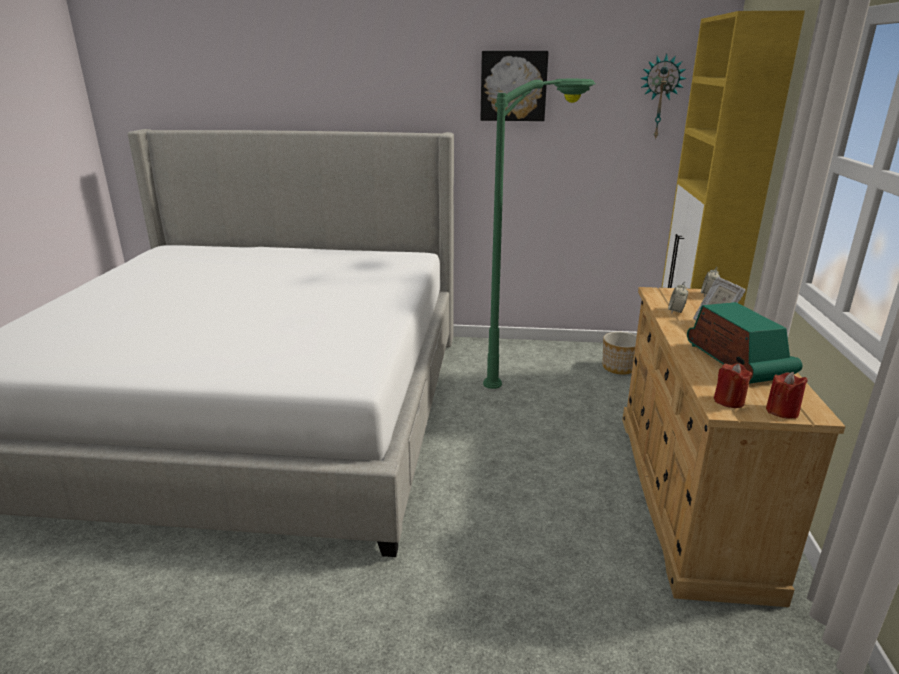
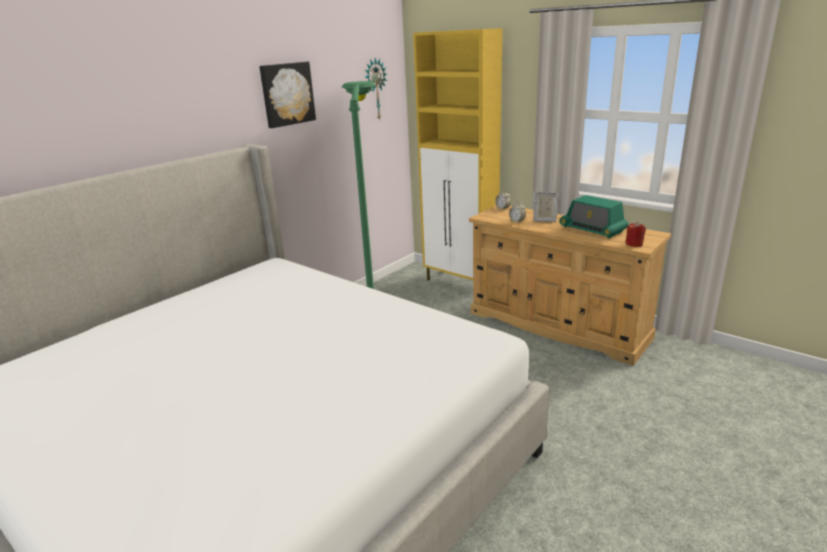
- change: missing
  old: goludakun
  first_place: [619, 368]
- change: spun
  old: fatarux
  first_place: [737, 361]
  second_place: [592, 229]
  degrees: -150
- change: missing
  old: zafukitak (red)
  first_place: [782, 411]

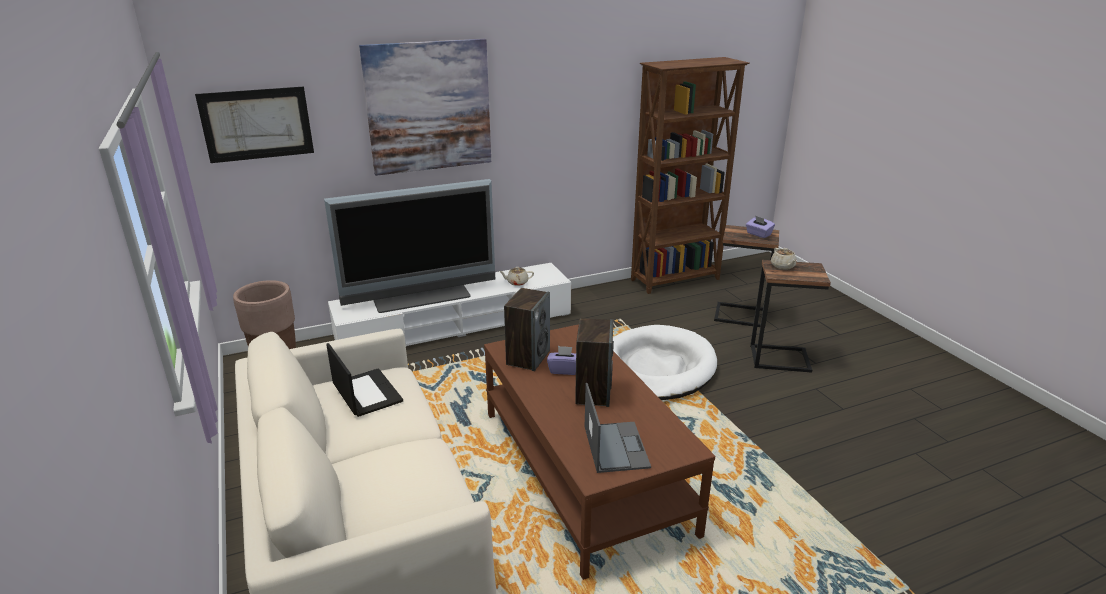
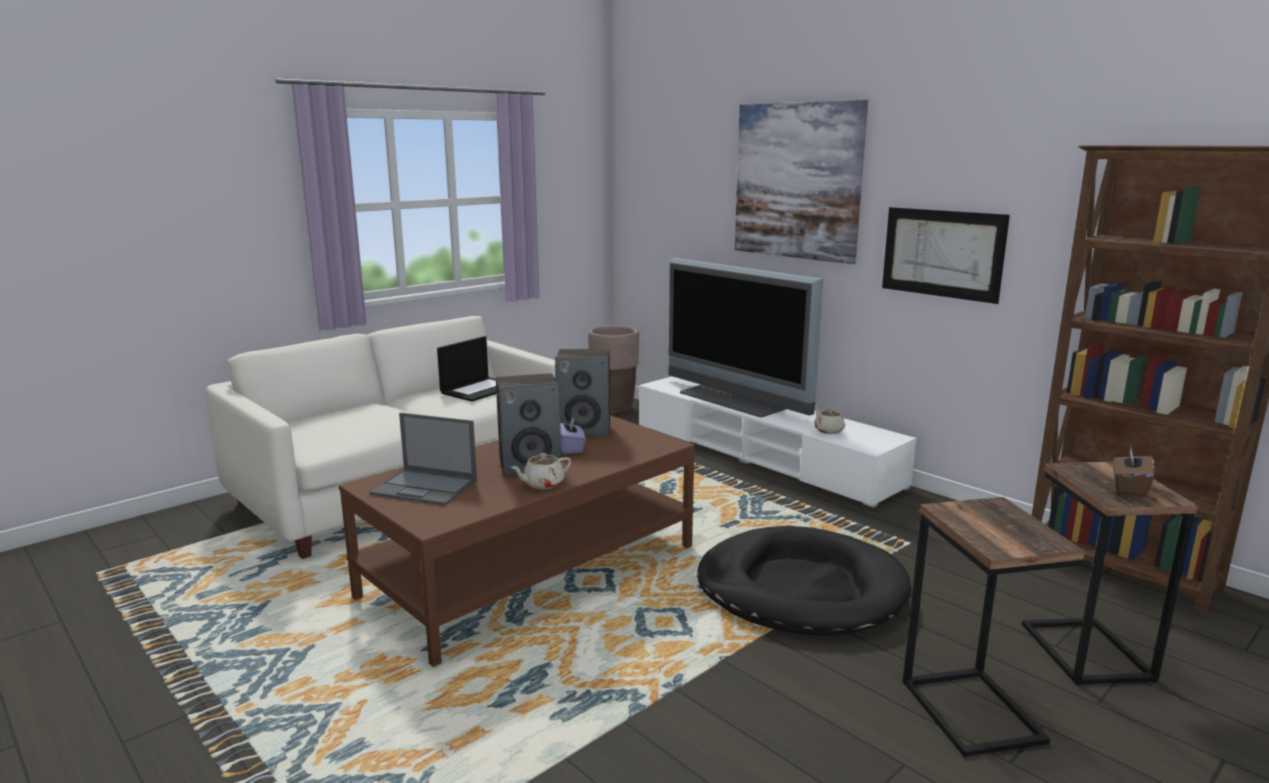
- change: relocated
  old: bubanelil
  first_place: [257, 124]
  second_place: [942, 253]
- change: spun
  old: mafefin
  first_place: [615, 446]
  second_place: [426, 487]
  degrees: 45
- change: colour
  old: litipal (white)
  new: litipal (black)
  first_place: [656, 368]
  second_place: [800, 588]
- change: colour
  old: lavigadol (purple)
  new: lavigadol (brown)
  first_place: [758, 234]
  second_place: [1129, 488]
- change: relocated
  old: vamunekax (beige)
  first_place: [783, 266]
  second_place: [542, 484]

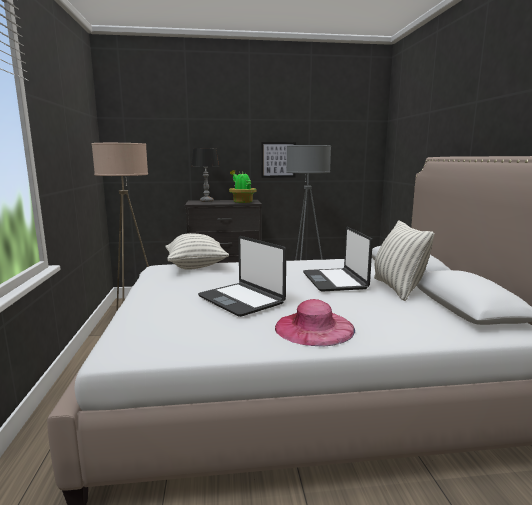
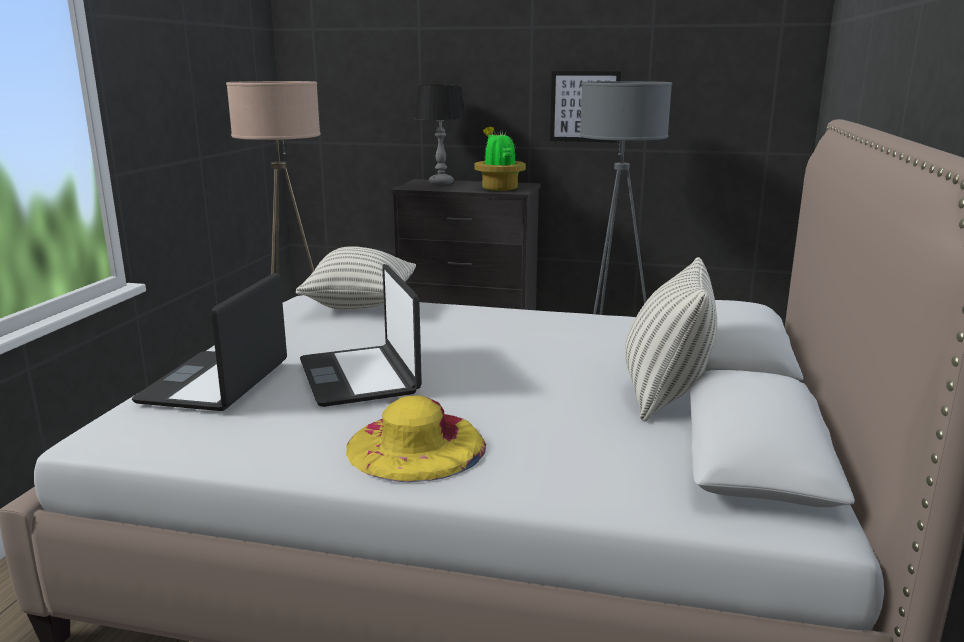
- change: colour
  old: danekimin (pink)
  new: danekimin (yellow)
  first_place: [314, 328]
  second_place: [416, 446]
- change: relocated
  old: mafefin
  first_place: [335, 281]
  second_place: [217, 383]

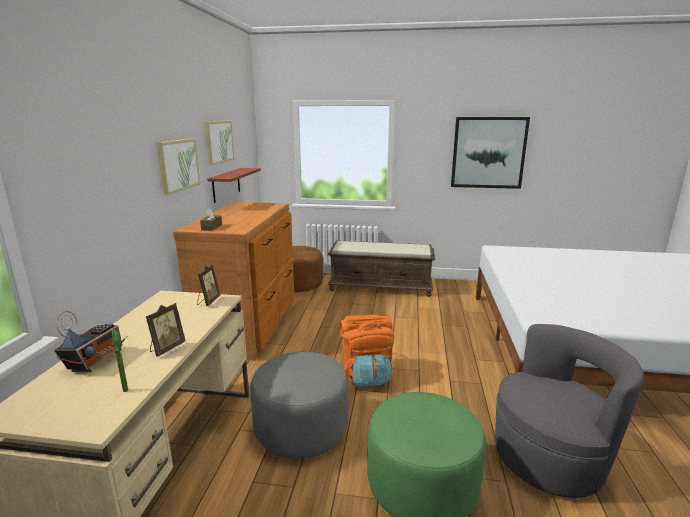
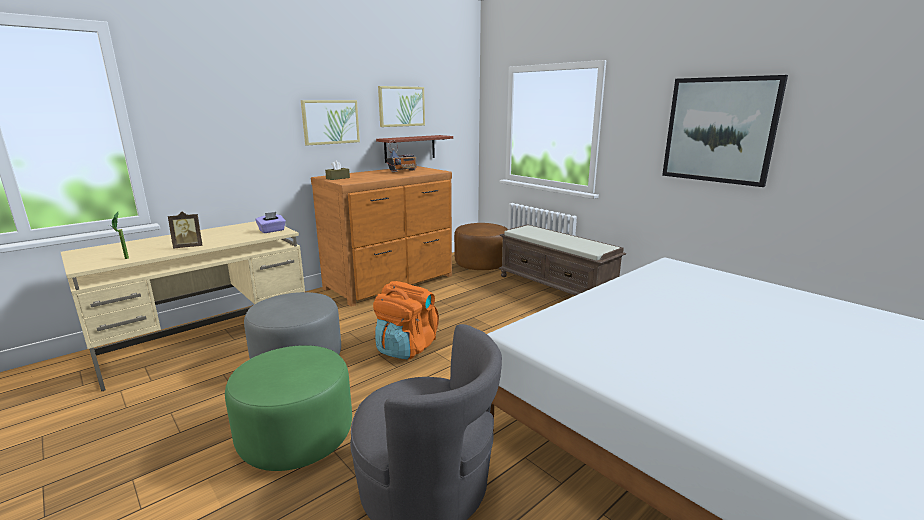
- change: relocated
  old: fatarux
  first_place: [95, 361]
  second_place: [402, 171]
- change: exchanged
  old: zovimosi
  new: lavigadol (purple)
  first_place: [208, 301]
  second_place: [272, 230]

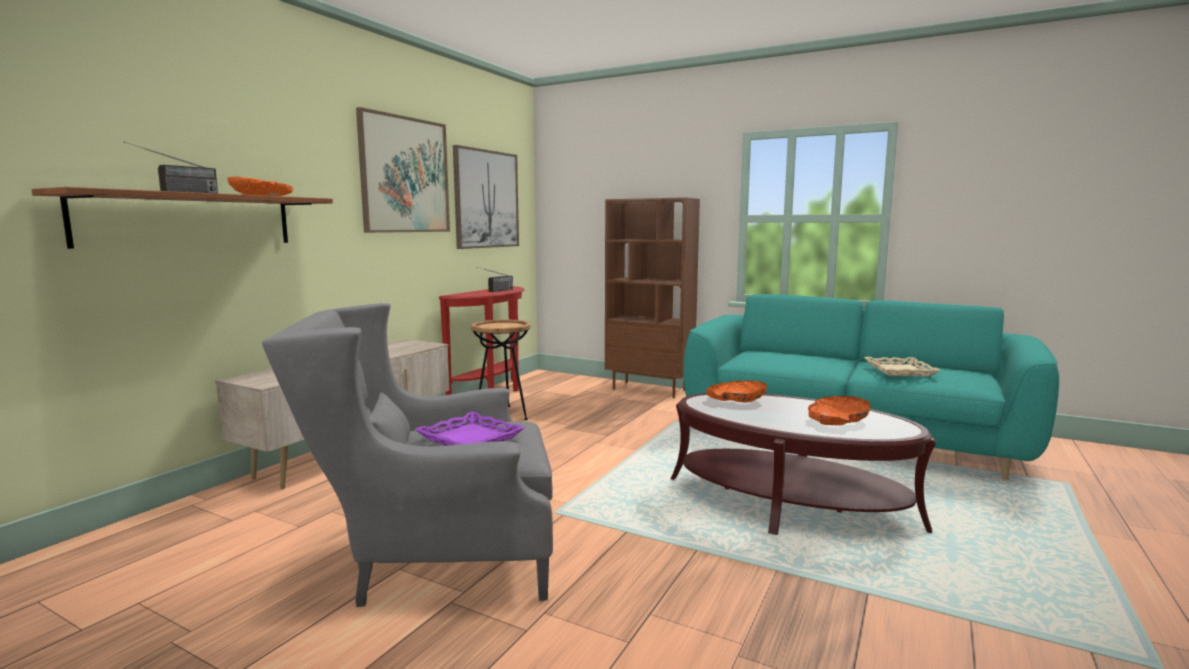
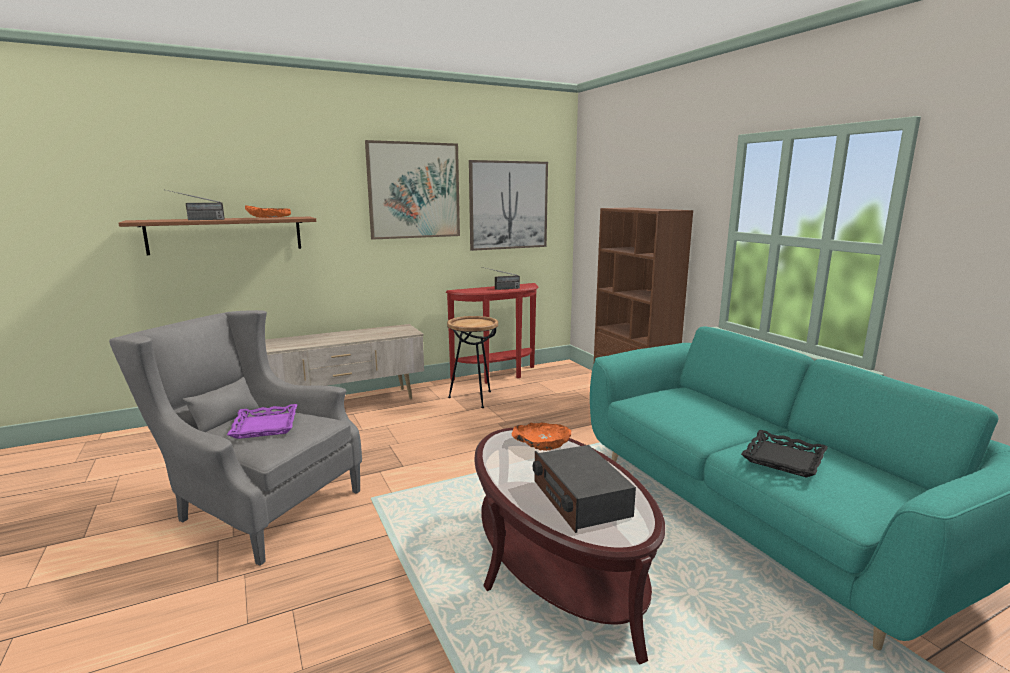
- change: exchanged
  old: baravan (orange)
  new: fatarux
  first_place: [837, 420]
  second_place: [580, 499]
- change: colour
  old: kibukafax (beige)
  new: kibukafax (black)
  first_place: [900, 371]
  second_place: [784, 459]

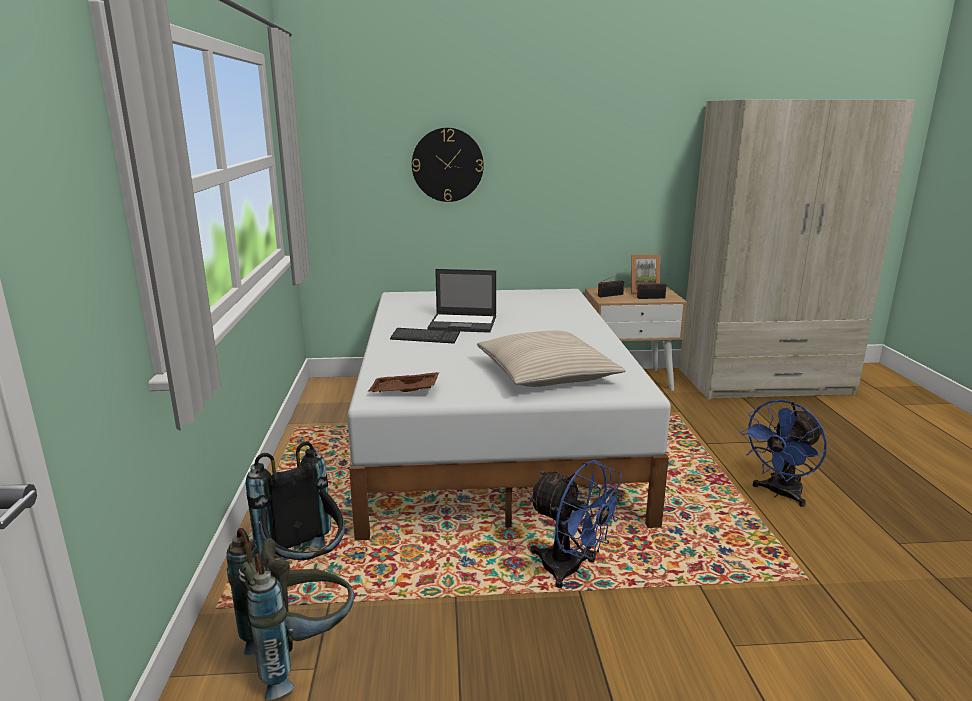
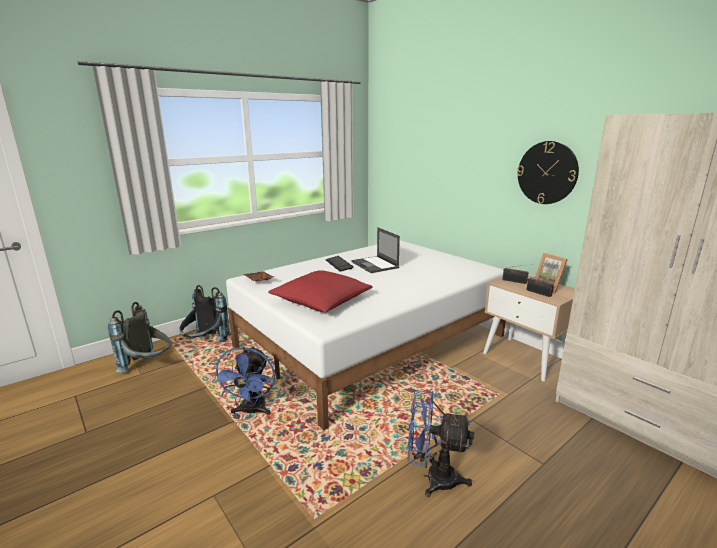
- change: relocated
  old: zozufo
  first_place: [447, 165]
  second_place: [547, 173]
- change: colour
  old: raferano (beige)
  new: raferano (red)
  first_place: [546, 373]
  second_place: [322, 300]

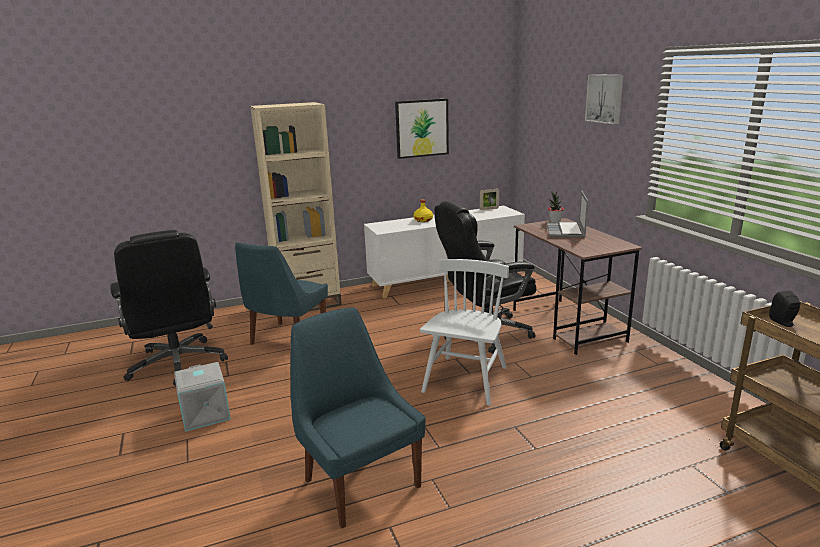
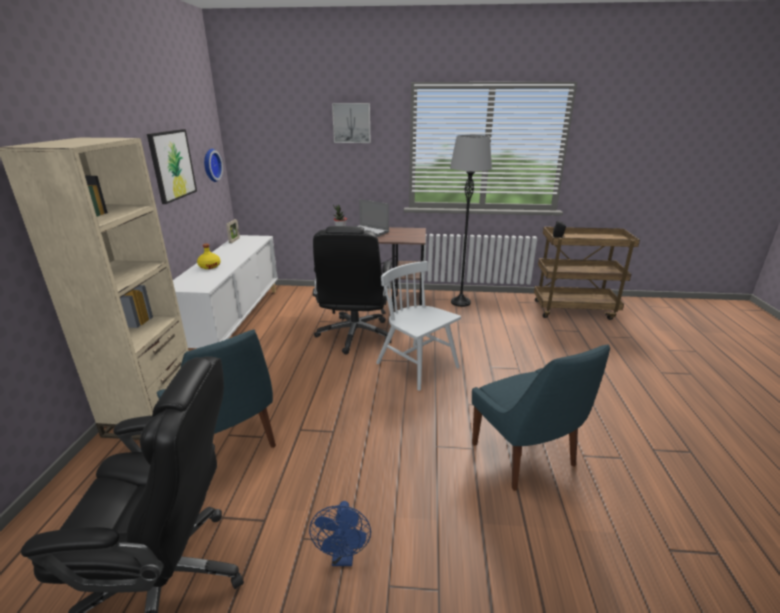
- change: exchanged
  old: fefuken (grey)
  new: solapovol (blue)
  first_place: [206, 414]
  second_place: [343, 556]
- change: spun
  old: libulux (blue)
  first_place: [359, 481]
  second_place: [525, 457]
  degrees: -105
- change: appeared
  new: zozufo
  second_place: [210, 165]
- change: appeared
  new: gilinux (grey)
  second_place: [460, 302]

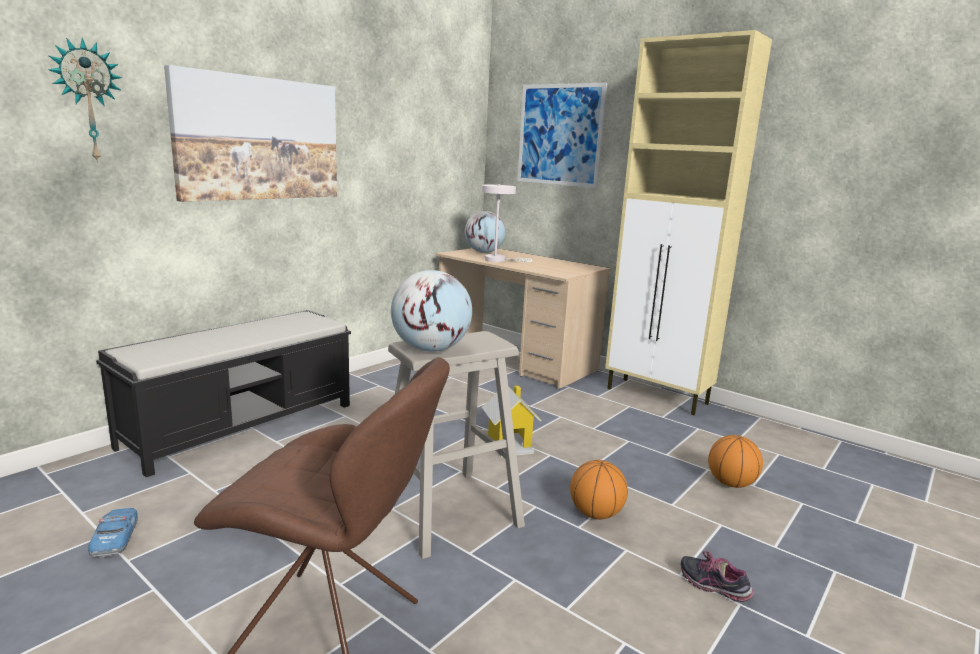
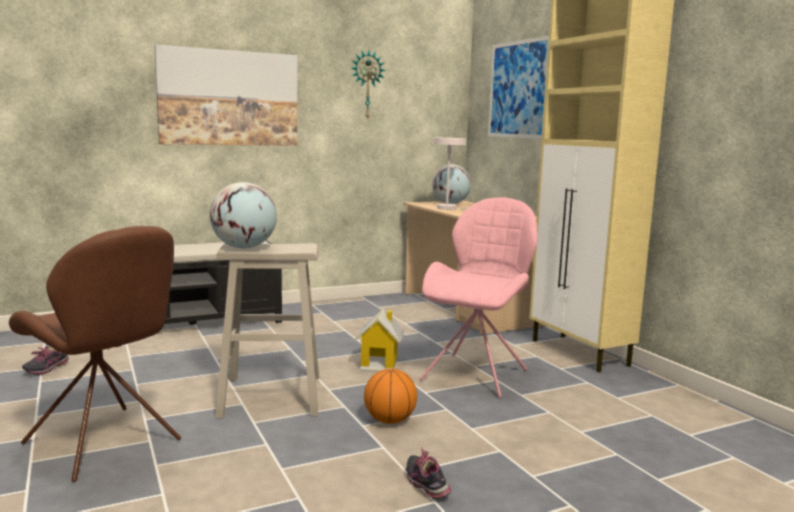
- change: relocated
  old: zozufo
  first_place: [87, 101]
  second_place: [366, 85]
- change: exchanged
  old: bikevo
  new: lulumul
  first_place: [115, 538]
  second_place: [46, 369]
- change: missing
  old: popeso
  first_place: [731, 483]
- change: appeared
  new: libulux (pink)
  second_place: [476, 373]

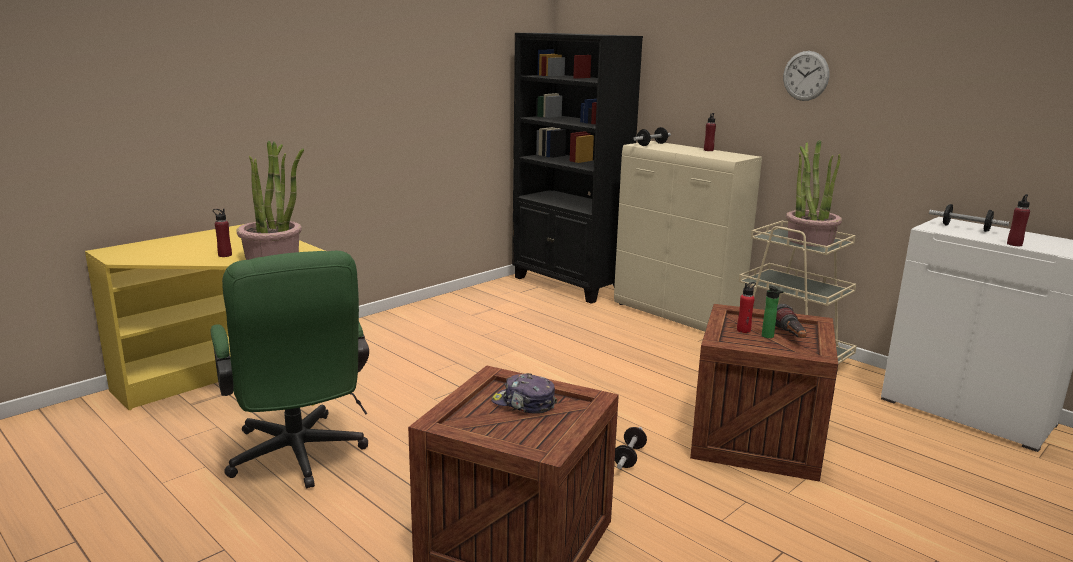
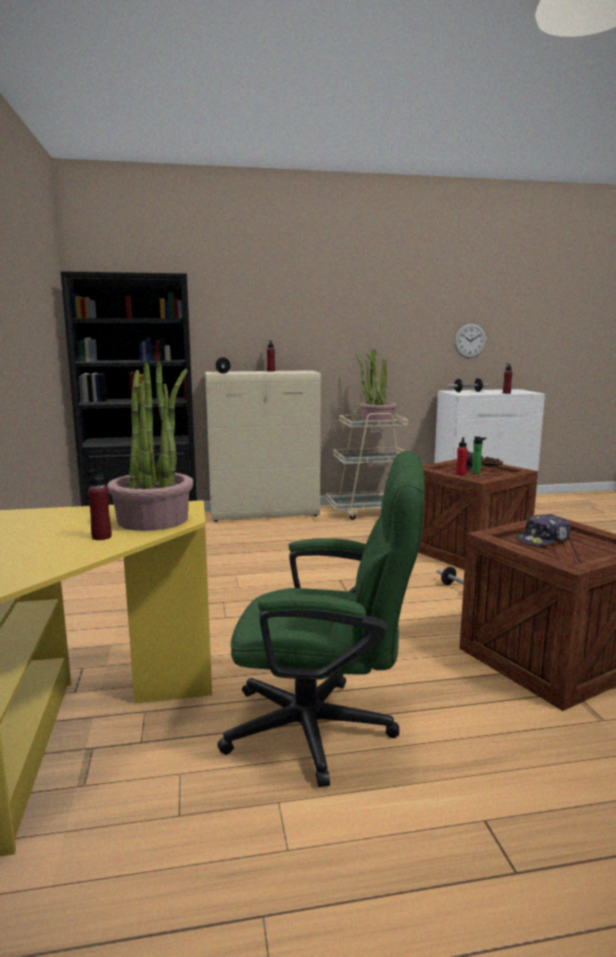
- change: relocated
  old: zozufo
  first_place: [806, 76]
  second_place: [470, 341]

